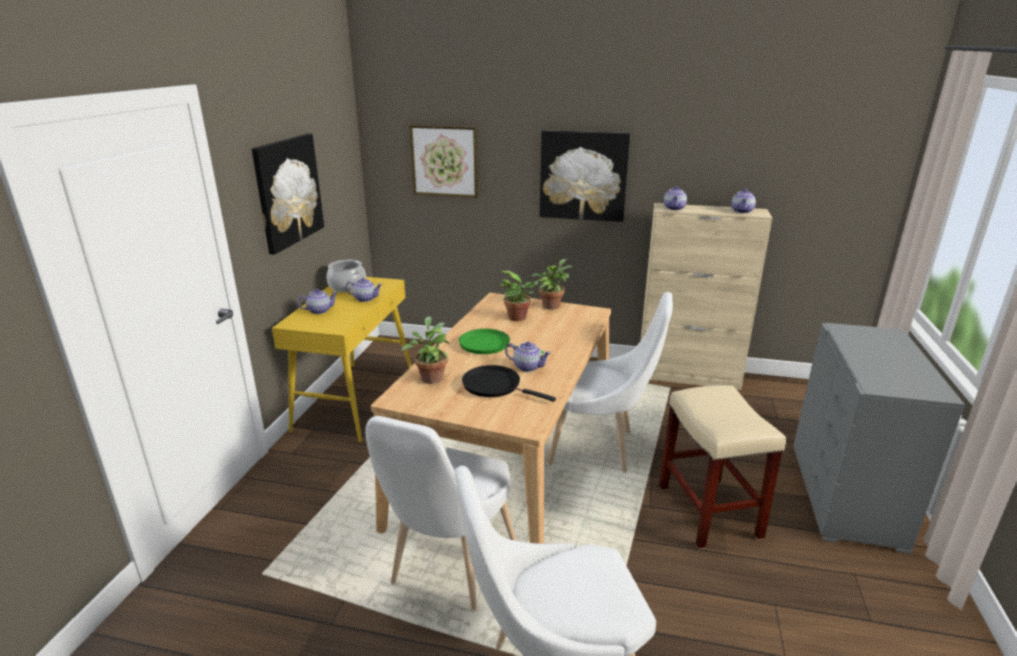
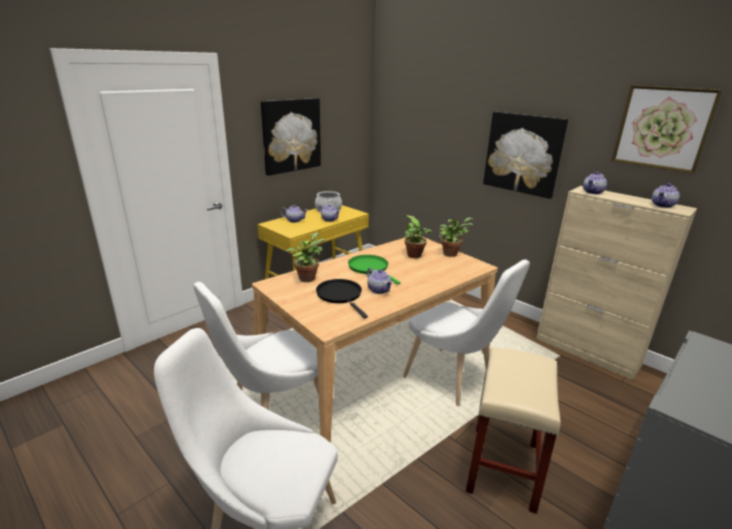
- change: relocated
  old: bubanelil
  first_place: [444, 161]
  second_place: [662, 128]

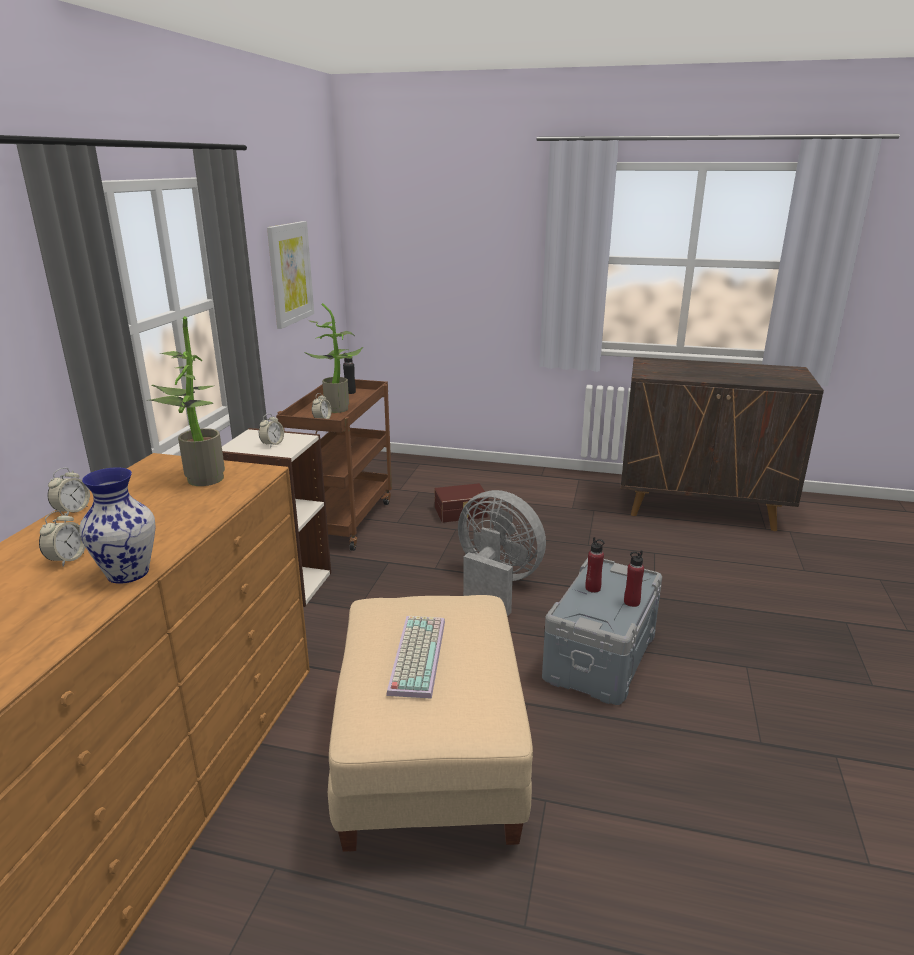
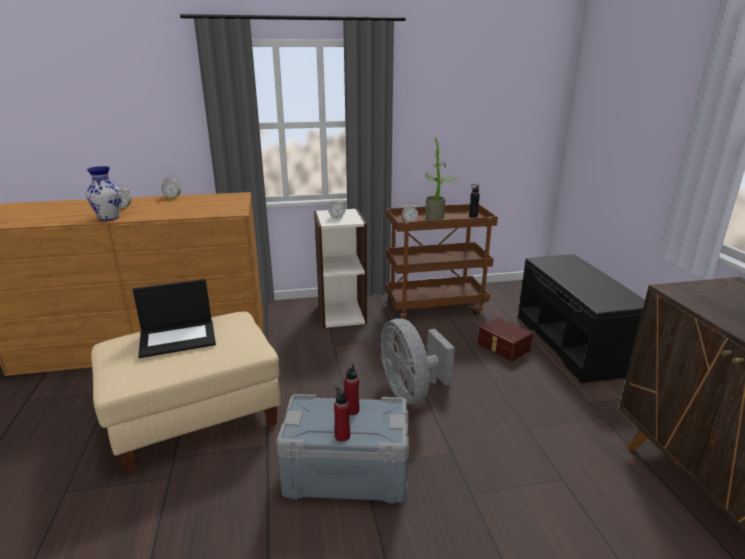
- change: missing
  old: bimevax
  first_place: [199, 479]
- change: missing
  old: bubanelil
  first_place: [290, 273]
- change: exchanged
  old: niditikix
  new: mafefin
  first_place: [415, 655]
  second_place: [178, 338]
- change: spun
  old: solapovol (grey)
  first_place: [496, 583]
  second_place: [411, 392]
  degrees: 150
- change: appeared
  new: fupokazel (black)
  second_place: [573, 344]

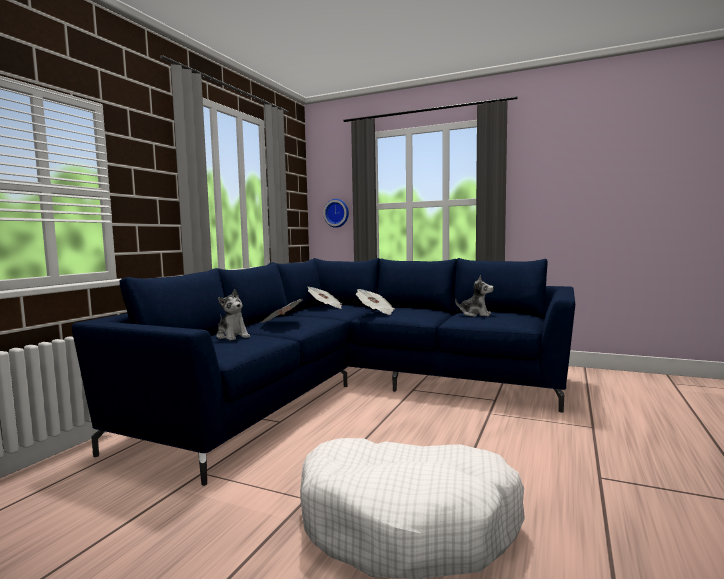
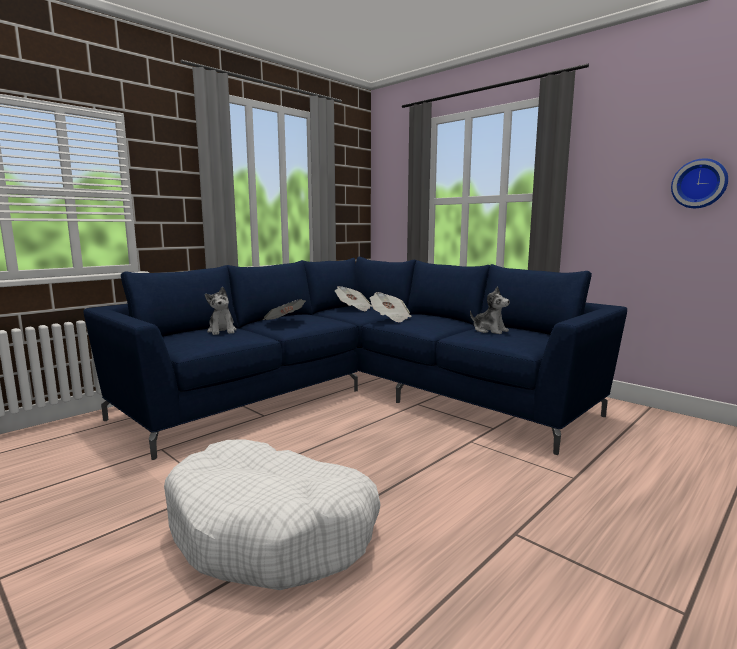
- change: relocated
  old: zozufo
  first_place: [337, 213]
  second_place: [699, 184]

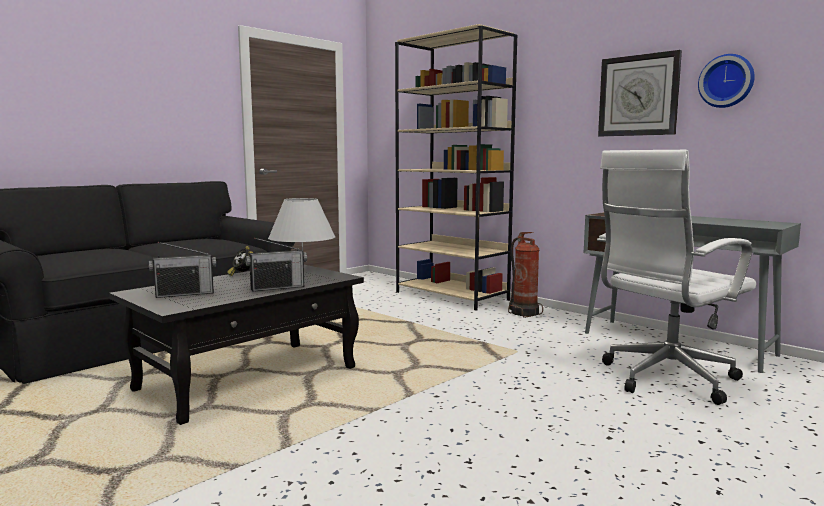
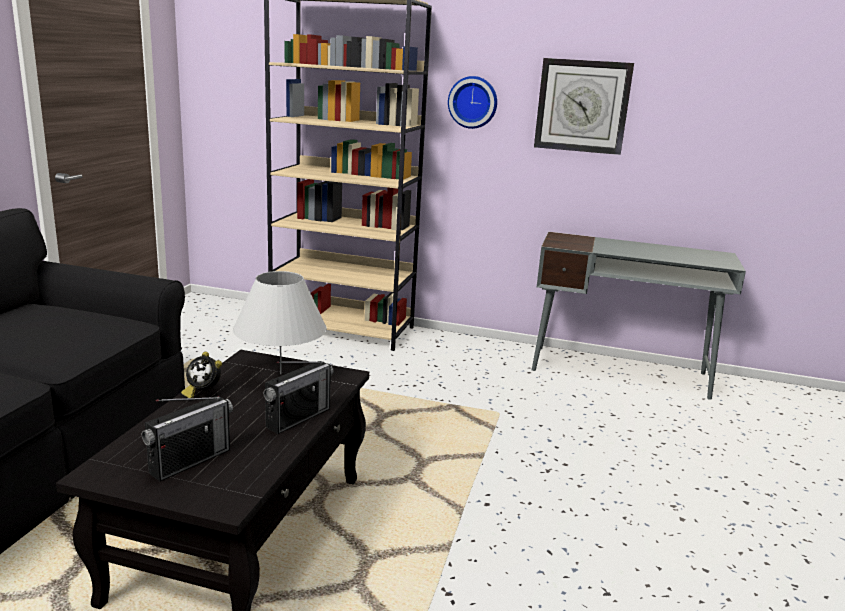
- change: missing
  old: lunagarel
  first_place: [524, 313]
- change: missing
  old: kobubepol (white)
  first_place: [664, 379]
- change: relocated
  old: zozufo
  first_place: [727, 81]
  second_place: [473, 102]

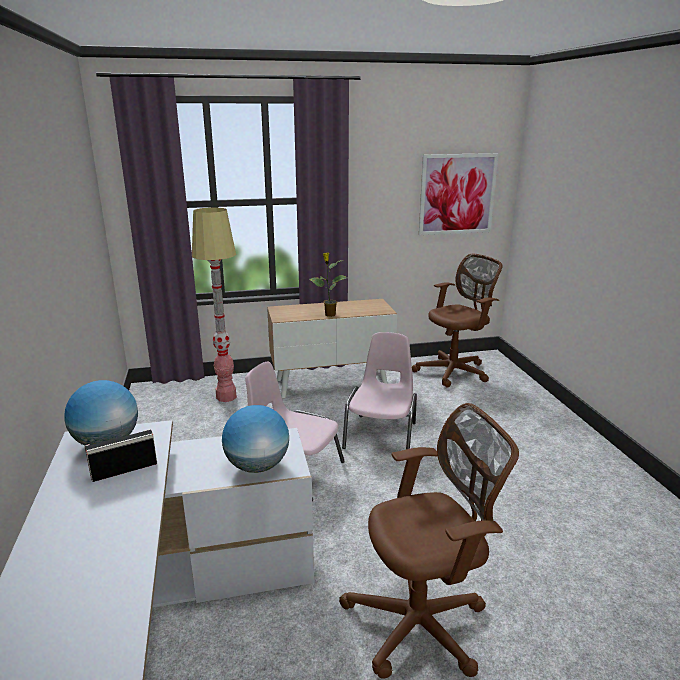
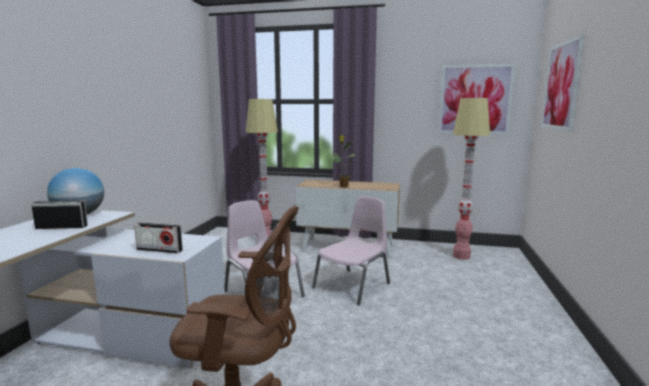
- change: exchanged
  old: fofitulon
  new: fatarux
  first_place: [257, 466]
  second_place: [159, 250]
- change: exchanged
  old: kobubepol (brown)
  new: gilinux
  first_place: [455, 371]
  second_place: [461, 256]
- change: appeared
  new: bubanelil
  second_place: [561, 86]

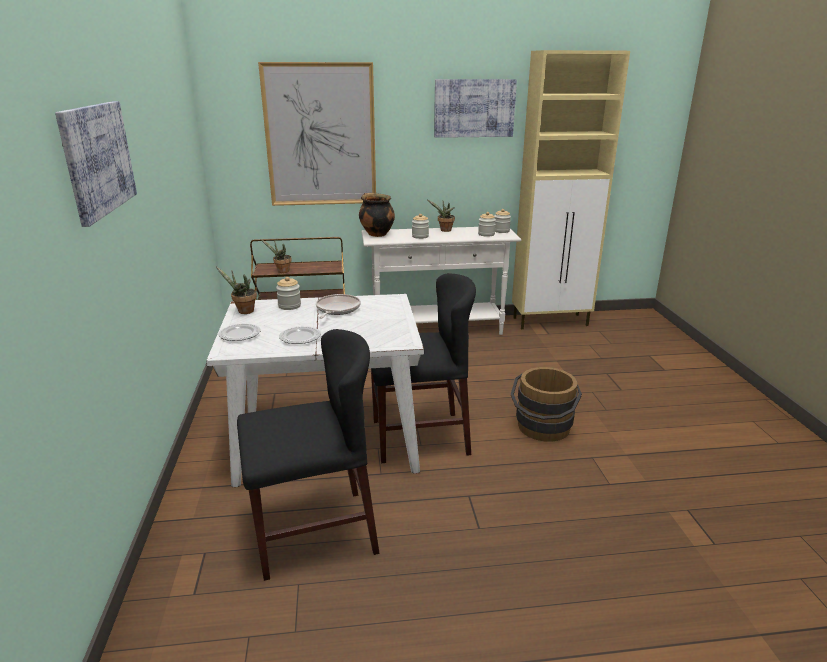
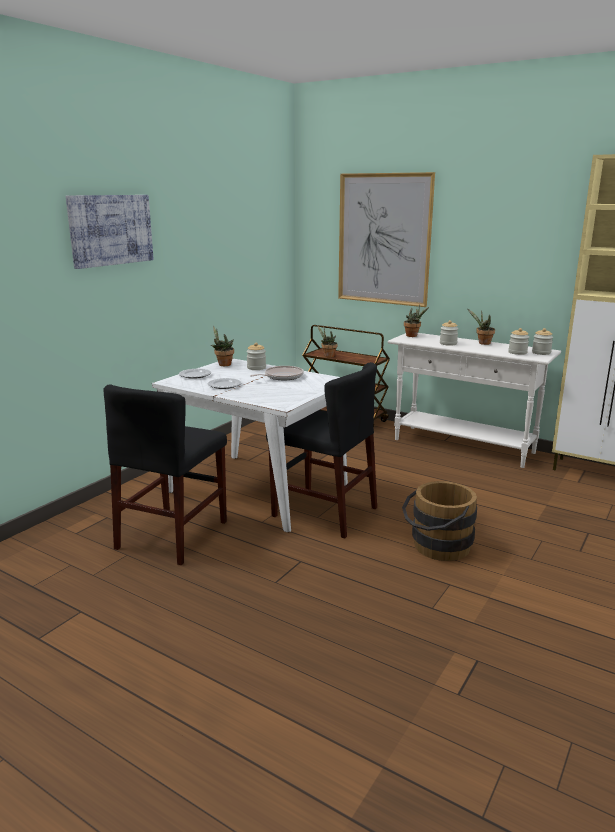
- change: spun
  old: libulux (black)
  first_place: [314, 533]
  second_place: [173, 534]
  degrees: 90
- change: exchanged
  old: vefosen
  new: bimevax
  first_place: [376, 234]
  second_place: [413, 336]
- change: missing
  old: bubanelil
  first_place: [474, 108]

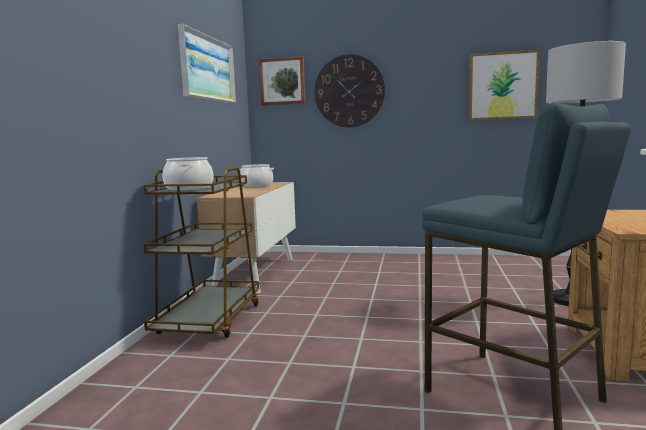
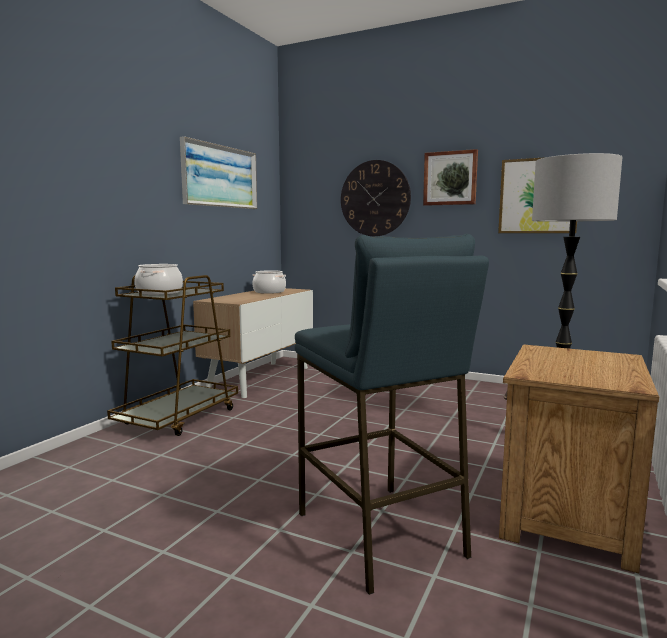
- change: relocated
  old: bubanelil
  first_place: [282, 81]
  second_place: [450, 178]

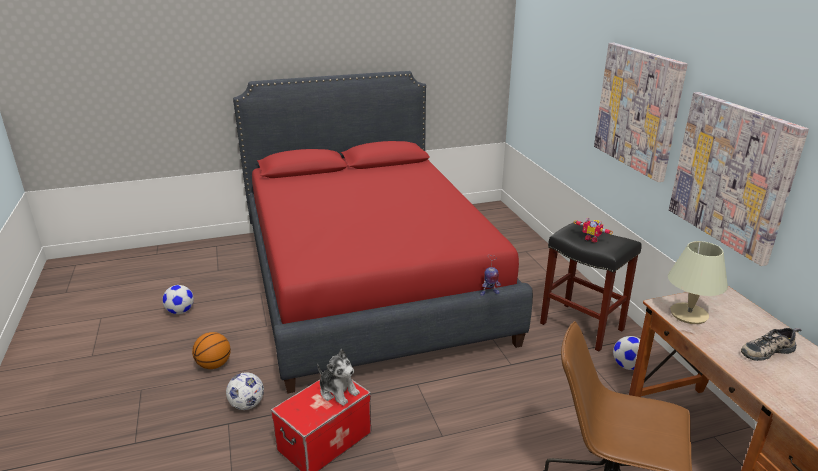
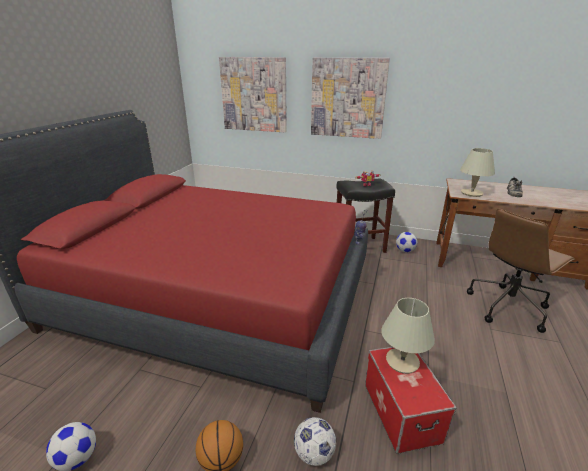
- change: exchanged
  old: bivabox
  new: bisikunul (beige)
  first_place: [338, 391]
  second_place: [402, 361]
- change: relocated
  old: bubanelil
  first_place: [732, 174]
  second_place: [254, 95]

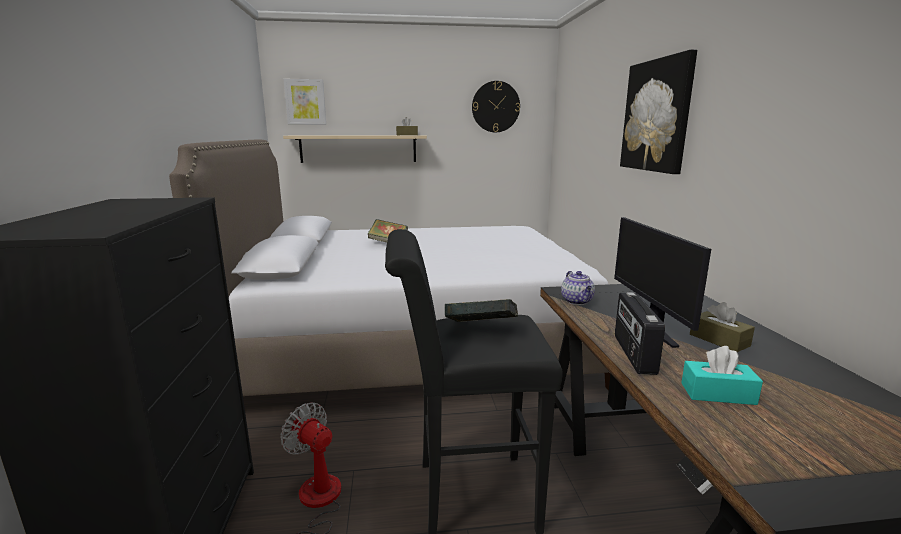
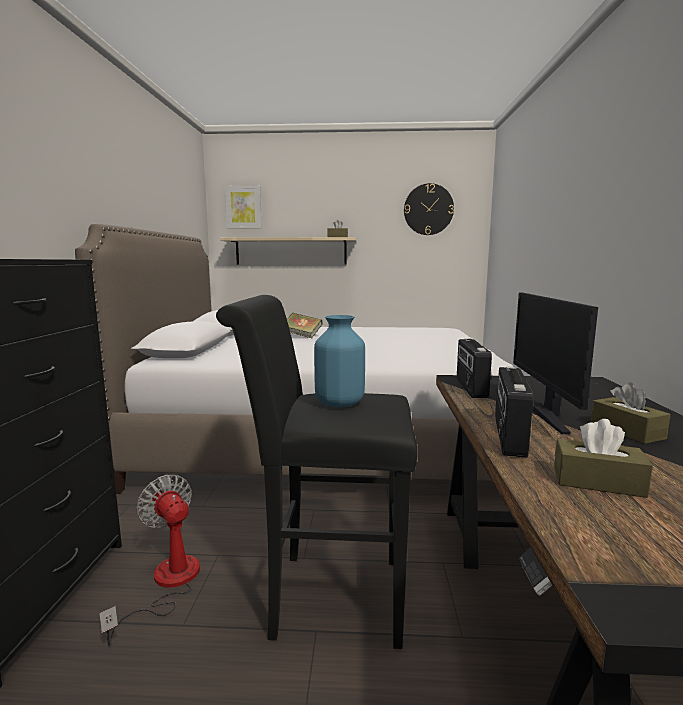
- change: exchanged
  old: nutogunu
  new: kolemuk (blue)
  first_place: [481, 330]
  second_place: [339, 403]
- change: exchanged
  old: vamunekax
  new: fatarux
  first_place: [577, 301]
  second_place: [470, 388]
- change: missing
  old: bubanelil
  first_place: [657, 116]
- change: colour
  old: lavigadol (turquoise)
  new: lavigadol (brown)
  first_place: [717, 393]
  second_place: [597, 482]

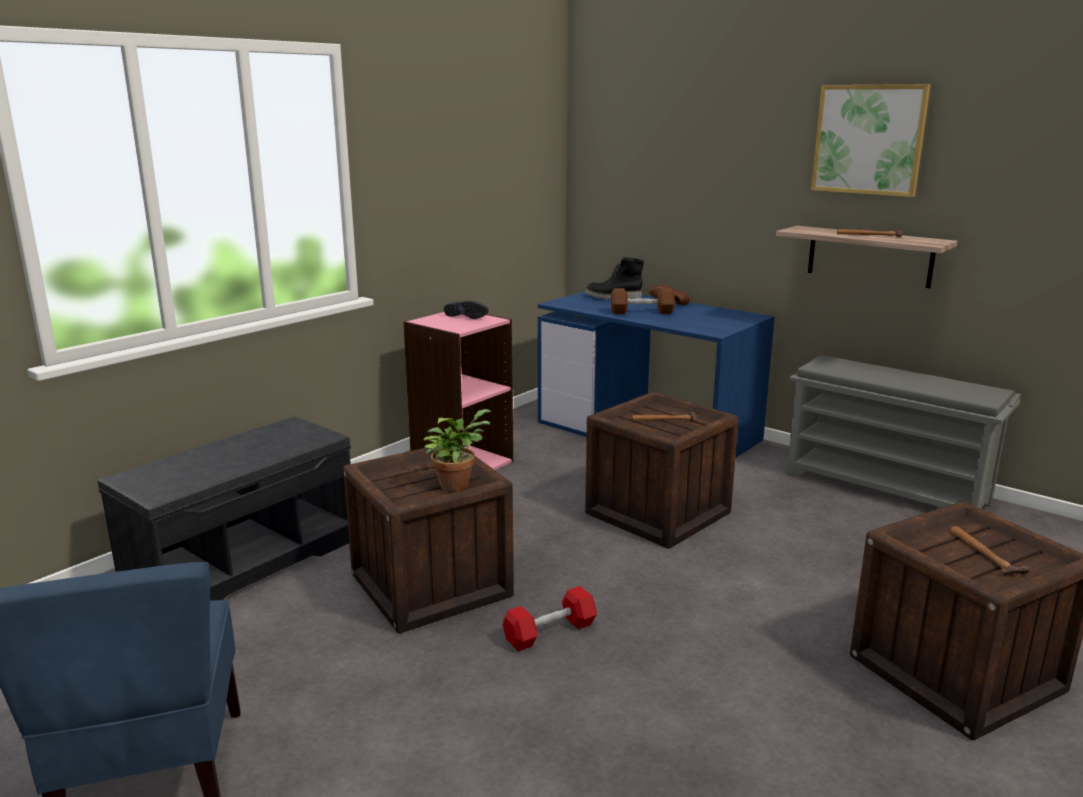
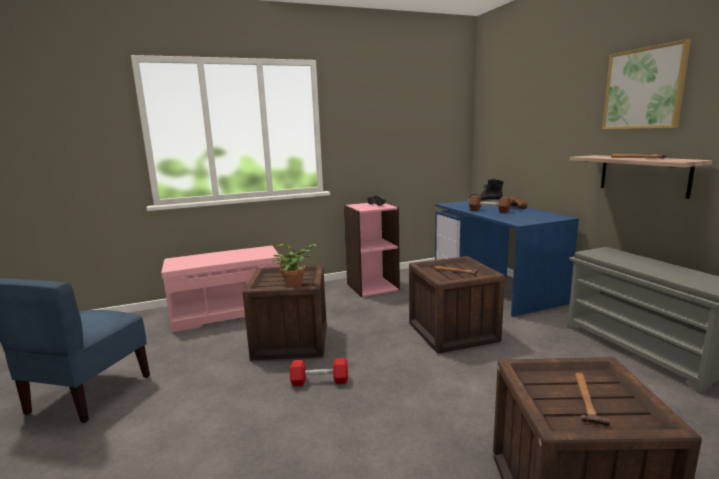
- change: colour
  old: fupokazel (grey)
  new: fupokazel (pink)
  first_place: [244, 562]
  second_place: [229, 312]

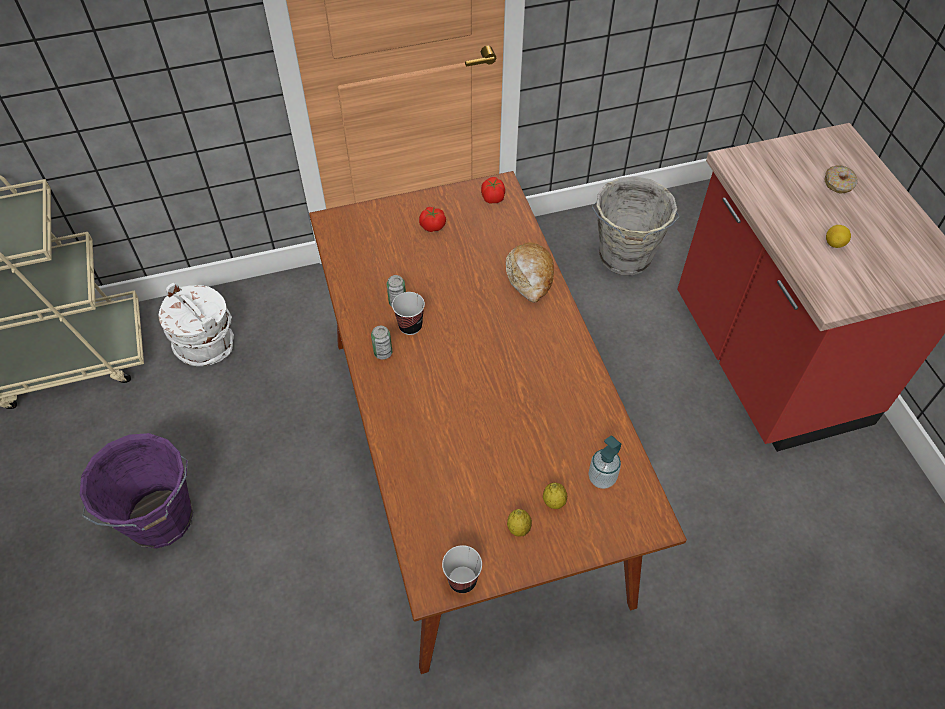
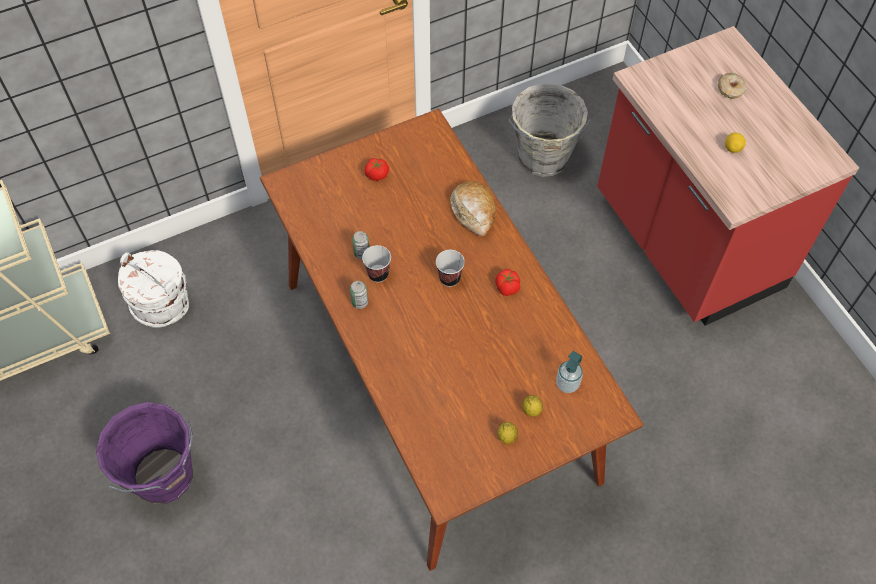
- change: relocated
  old: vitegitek
  first_place: [462, 580]
  second_place: [449, 278]
- change: relocated
  old: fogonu
  first_place: [492, 198]
  second_place: [507, 288]

